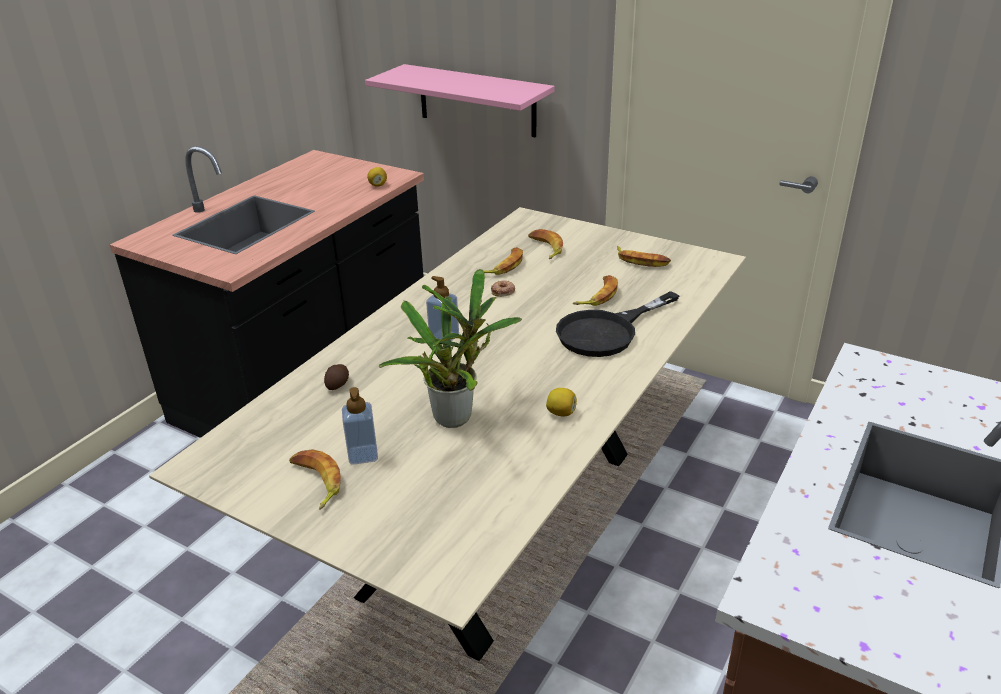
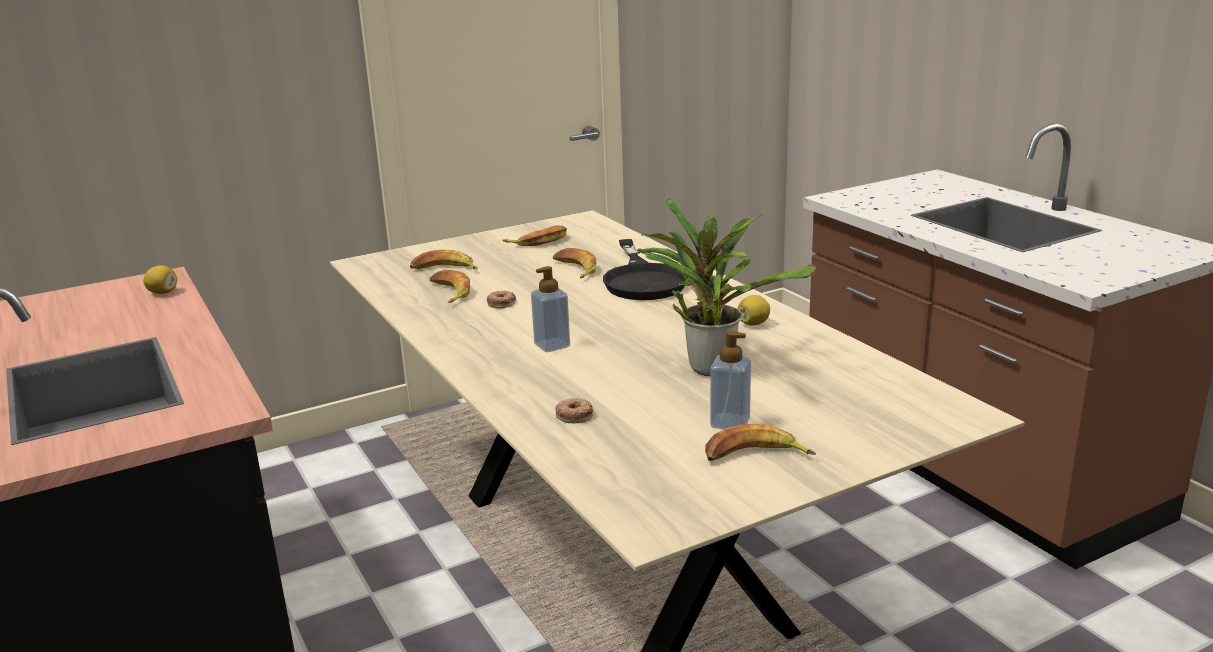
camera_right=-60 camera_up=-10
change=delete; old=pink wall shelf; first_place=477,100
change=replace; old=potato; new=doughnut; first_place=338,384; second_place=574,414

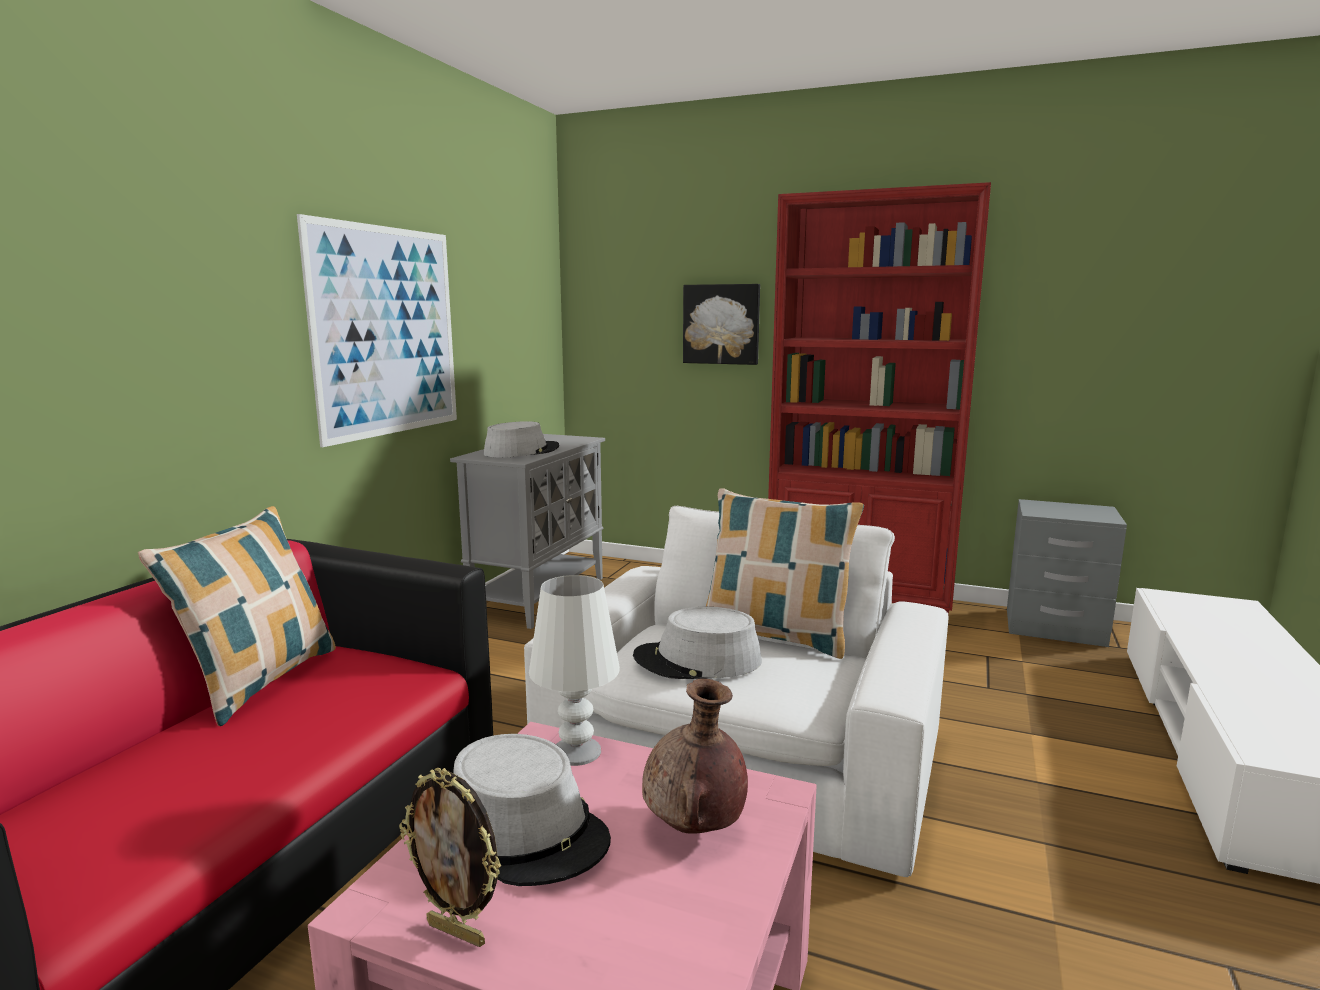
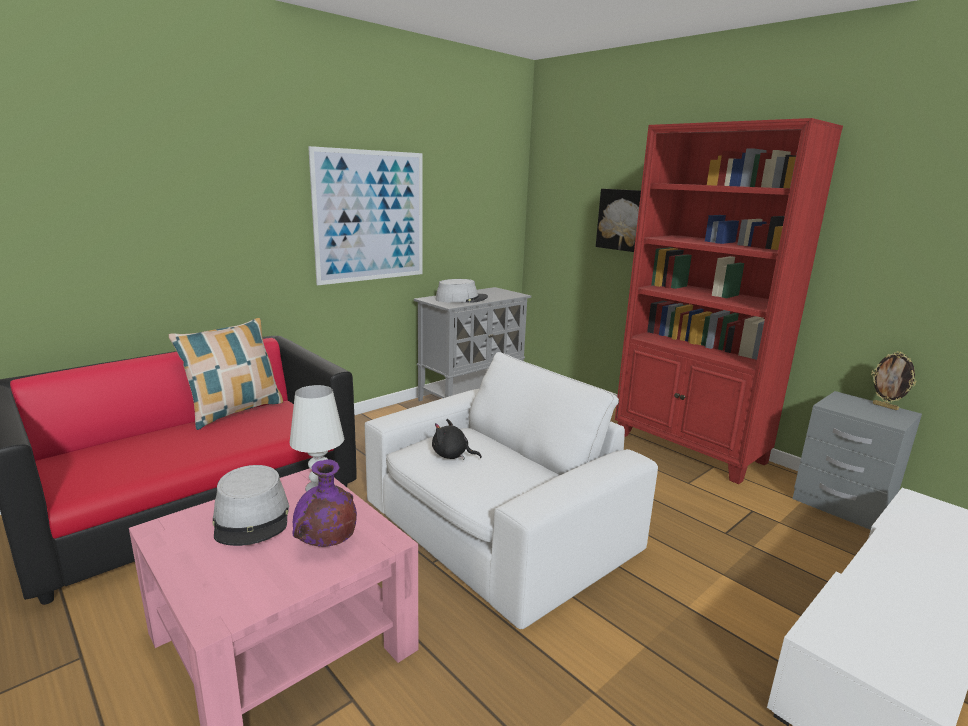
camera_right=25 camera_up=5
change=delete; old=throw pillow; first_place=775,637
change=move; old=picture frame; first_place=458,932; second_place=885,406
change=replace; old=grey clothing hat; new=blackish soft toy; first_place=697,660; second_place=452,455
change=recolor; old=brown-coloured vase; new=purple-coloured vase; first_place=694,828; second_place=325,544

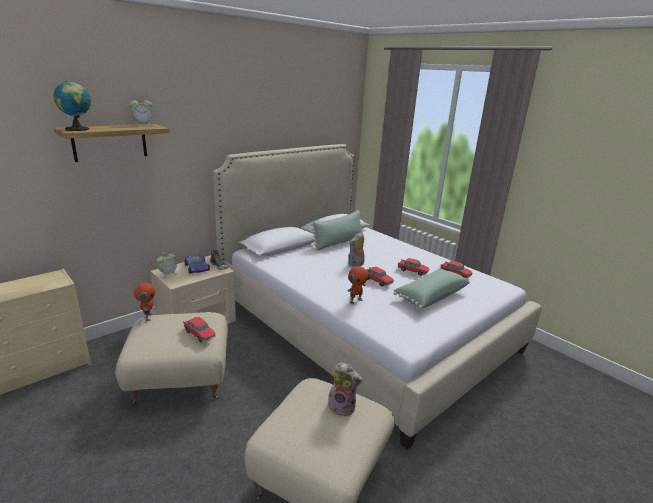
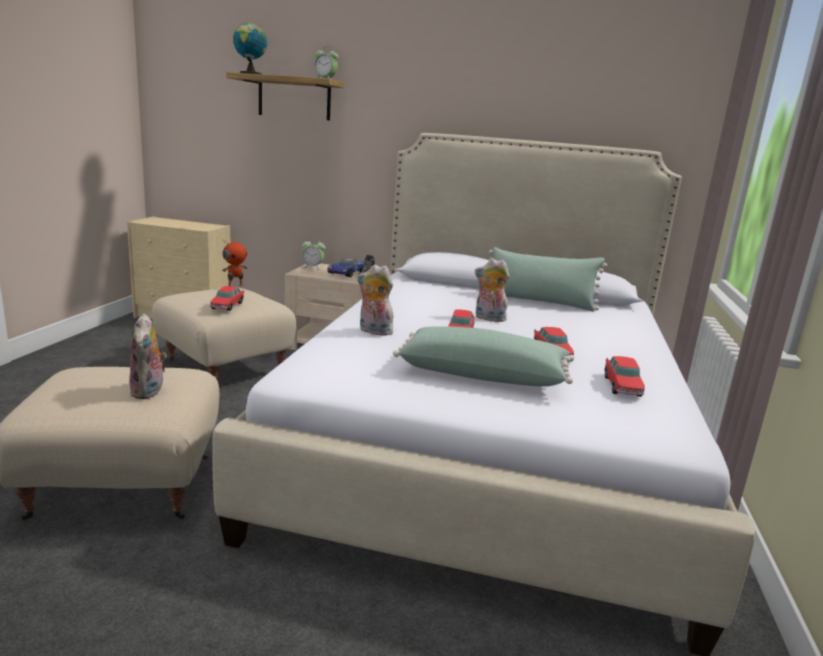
camera_right=55 camera_up=-5
change=replace; old=model robot; new=soft toy; first_place=355,300; second_place=373,331

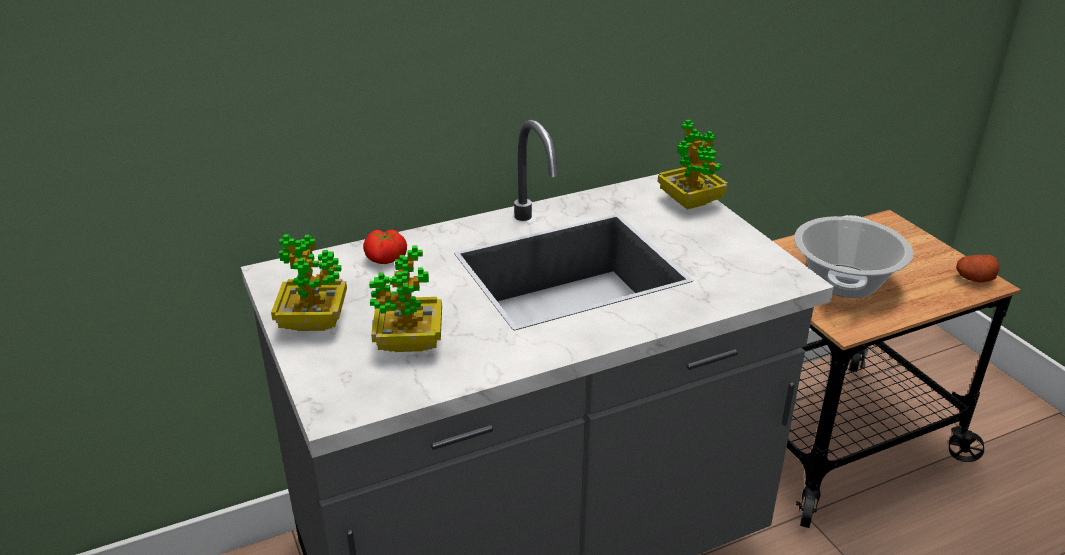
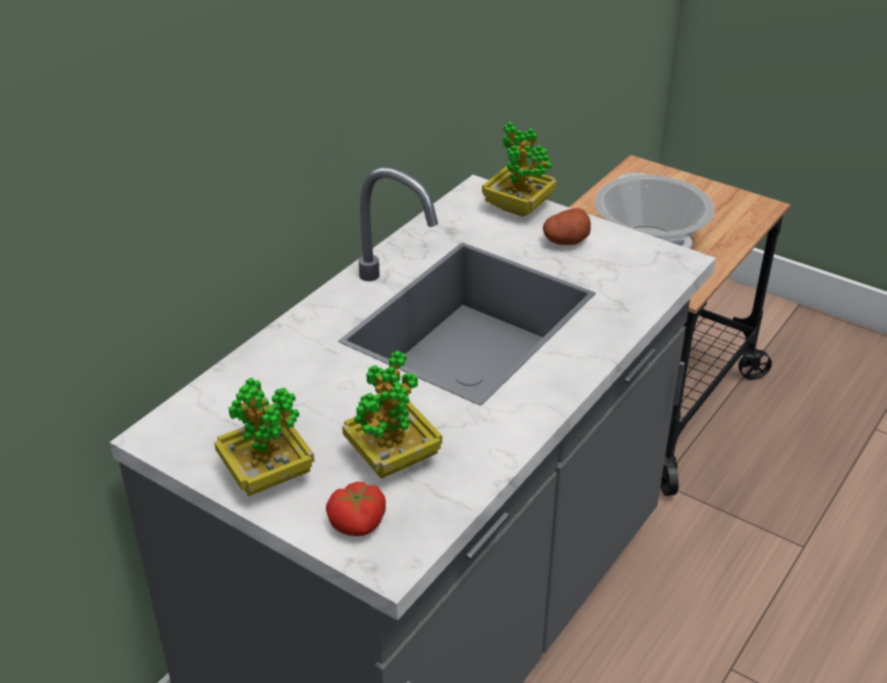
camera_right=-30 camera_up=5
change=move; old=fresh tomato; first_place=386,259; second_place=358,523
change=move; old=potato; first_place=974,279; second_place=566,241

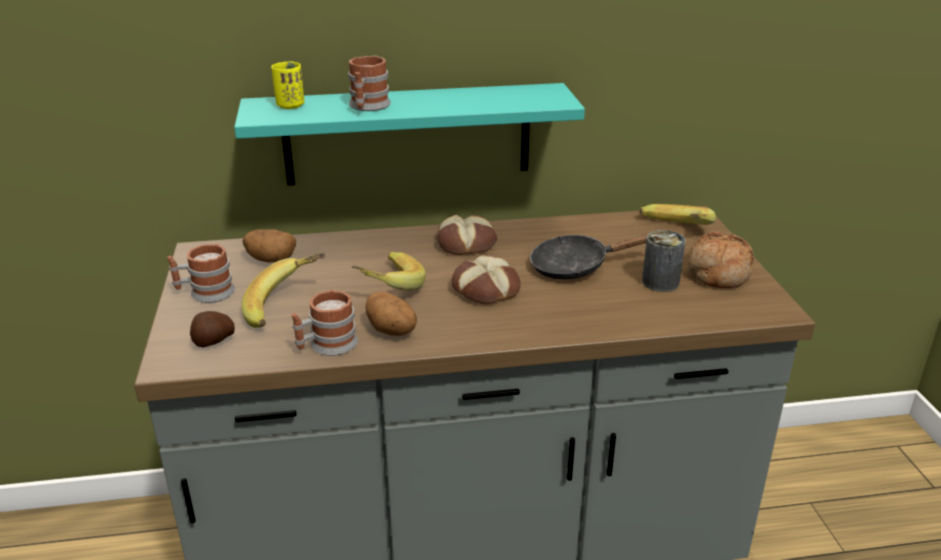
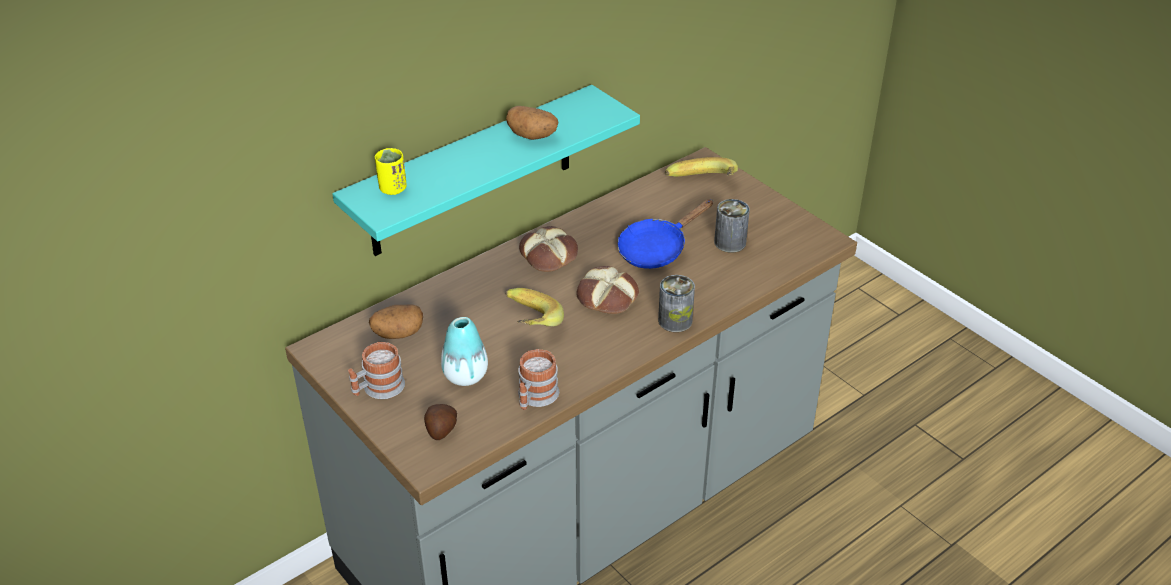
camera_right=-30 camera_up=10
change=delete; old=coffee mug; first_place=367,107
change=delete; old=bakery bread; first_place=716,272
change=insert; new=sealed can; second_place=675,320
change=move; old=potato; first_place=392,331; second_place=533,136
change=replace; old=banana fruit; new=vase; first_place=287,307; second_place=465,375
change=recolor; old=blackish frying pan; new=blue frying pan; first_place=576,266; second_place=657,249

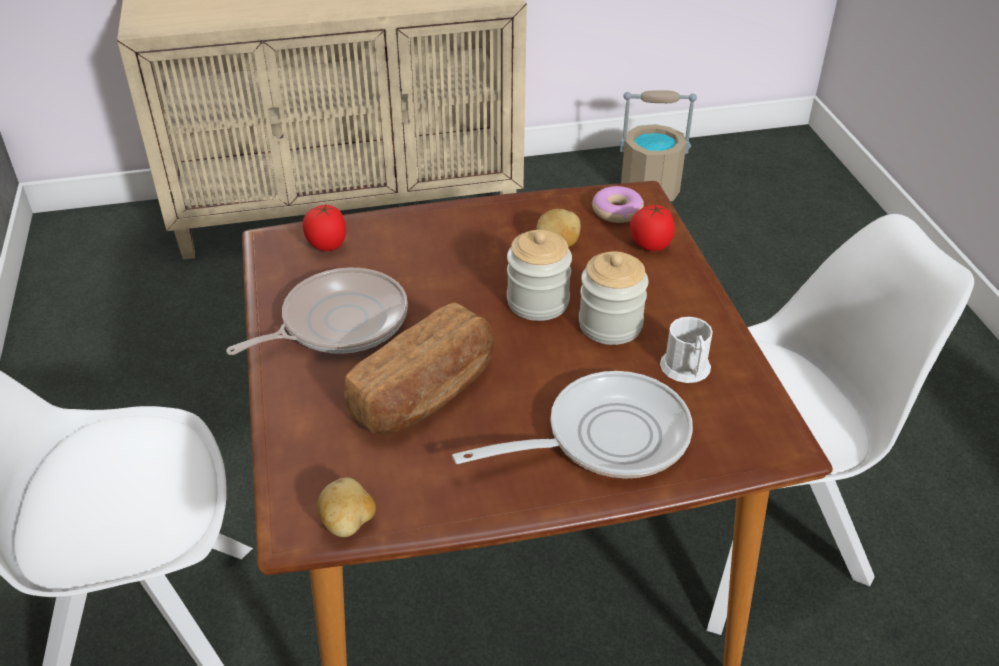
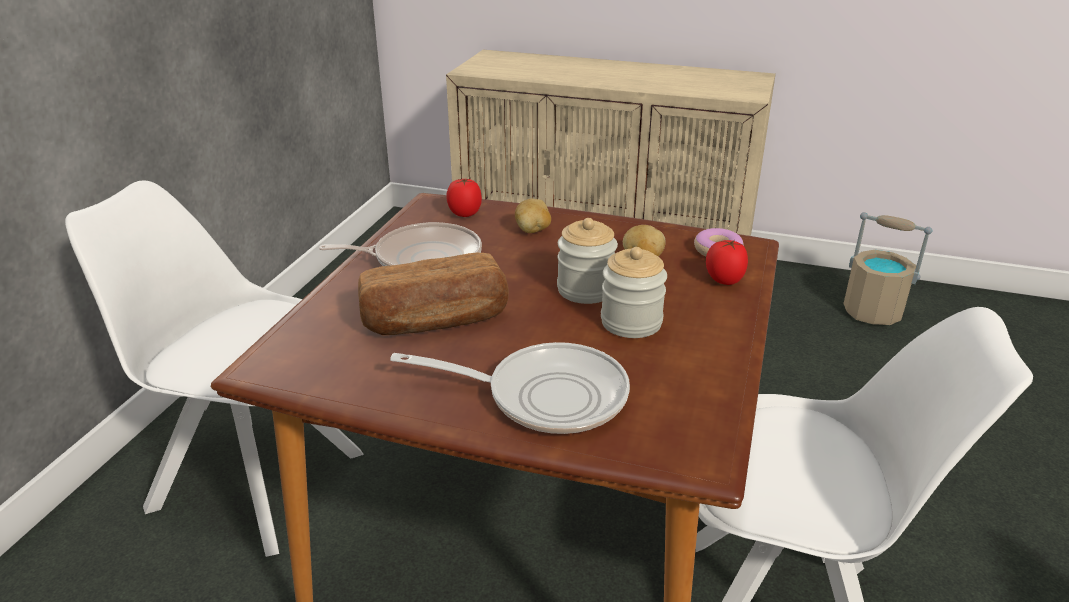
camera_right=30 camera_up=-10
change=delete; old=whitish coffee mug; first_place=687,371
change=move; old=potato; first_place=348,524; second_place=533,230

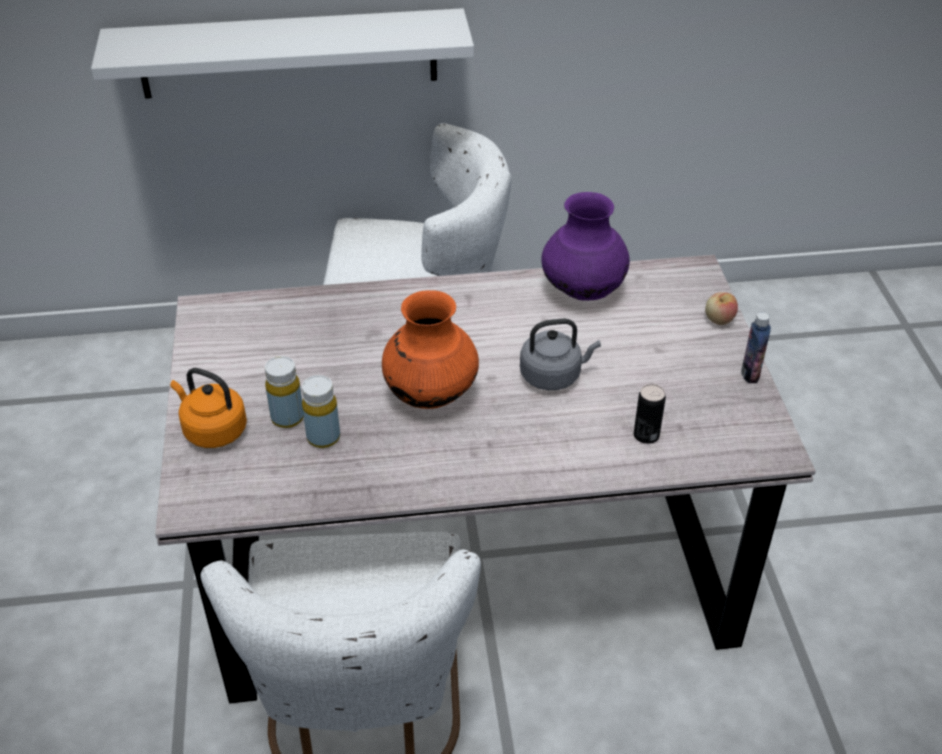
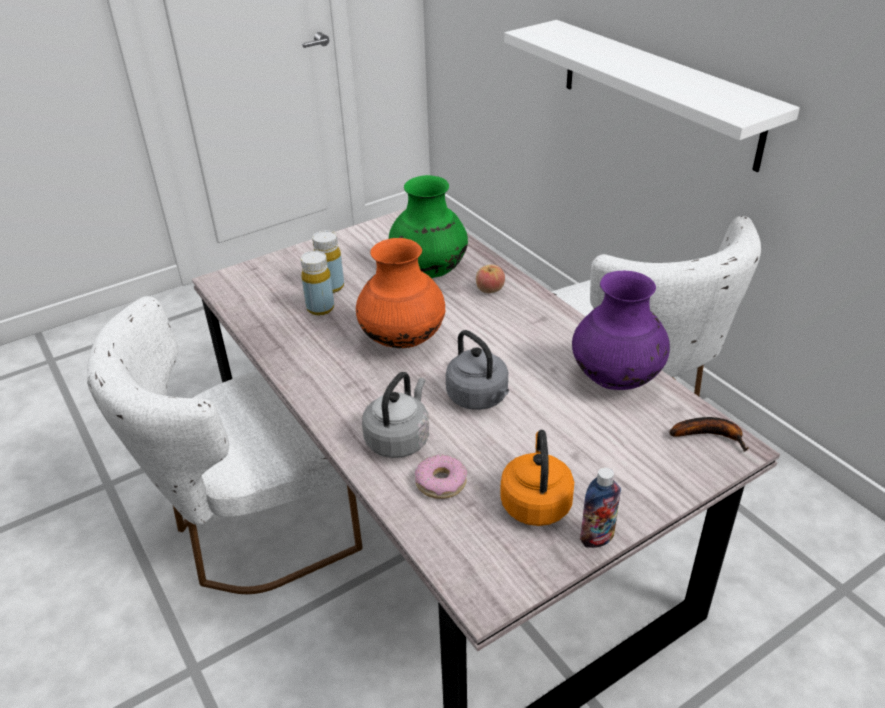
camera_right=65 camera_up=-5
change=insert; new=grey kettle; second_place=399,439
change=insert; new=green-coloured vase; second_place=429,271
change=insert; new=banana fruit; second_place=710,435
change=move; old=orangey kettle; first_place=212,430; second_place=535,502
change=move; old=apple; first_place=719,320; second_place=489,290
change=replace; old=sealed can; new=doughnut; first_place=646,435; second_place=441,483

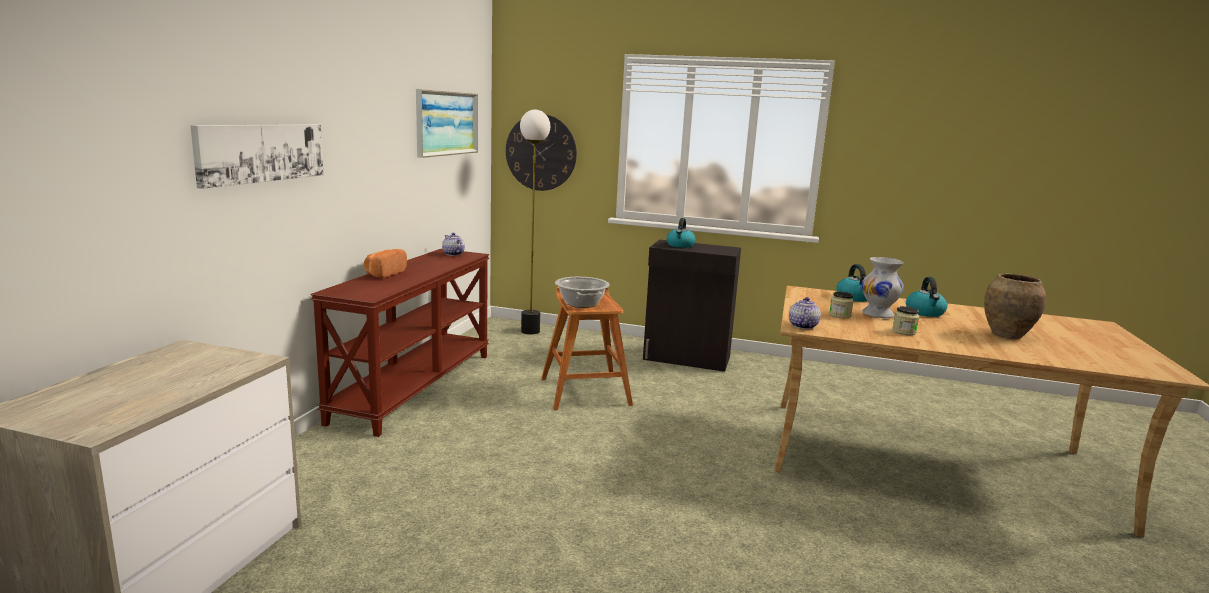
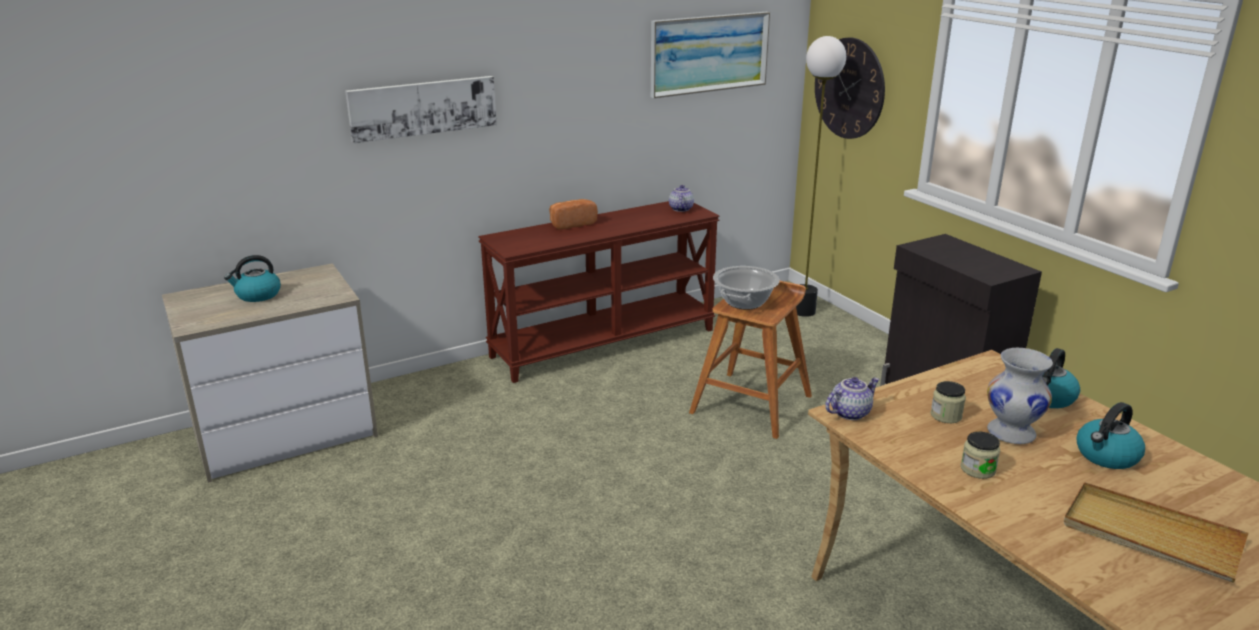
camera_right=45 camera_up=10
change=move; old=kettle; first_place=680,245; second_place=257,295
change=replace; old=brown-coloured vase; new=sand-coloured tray; first_place=1006,335; second_place=1150,536

